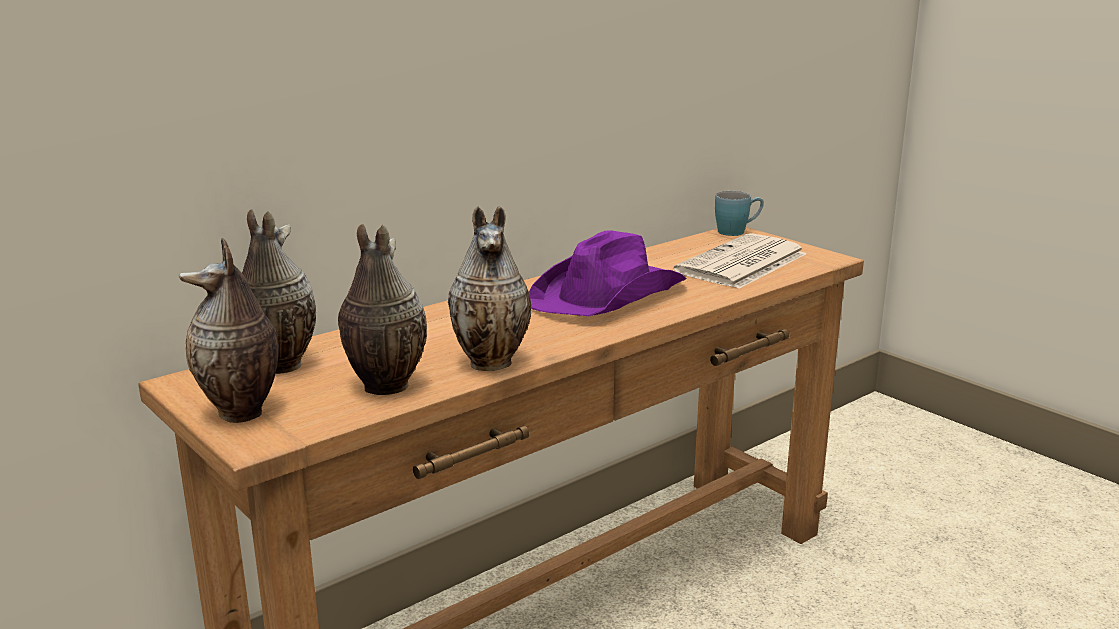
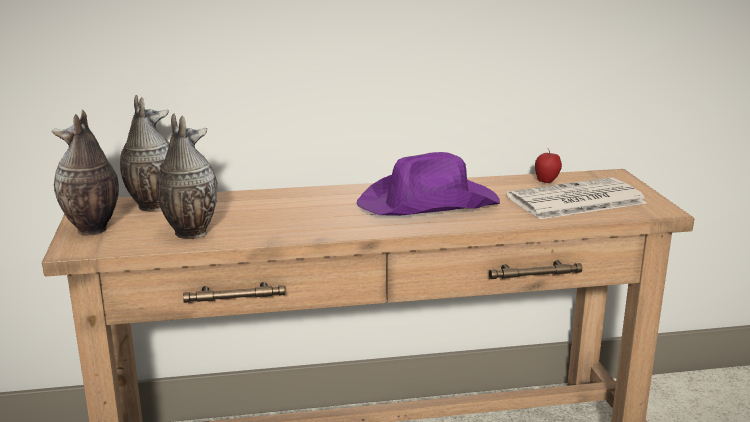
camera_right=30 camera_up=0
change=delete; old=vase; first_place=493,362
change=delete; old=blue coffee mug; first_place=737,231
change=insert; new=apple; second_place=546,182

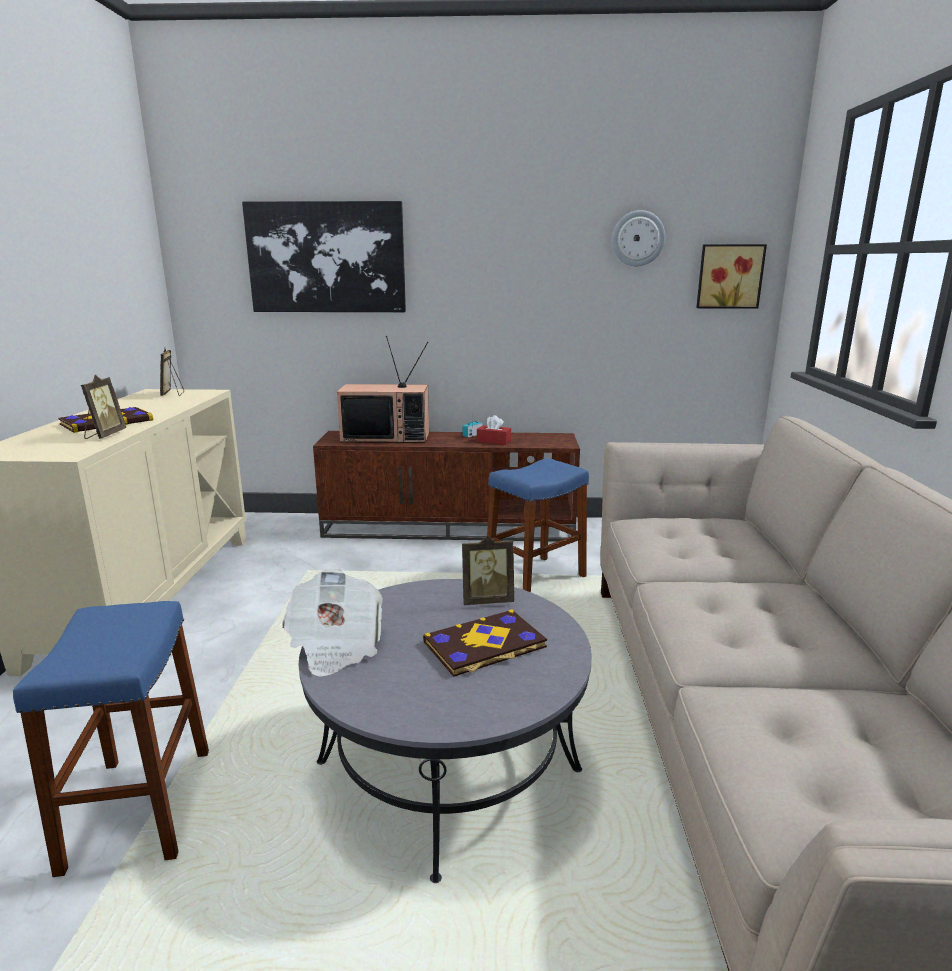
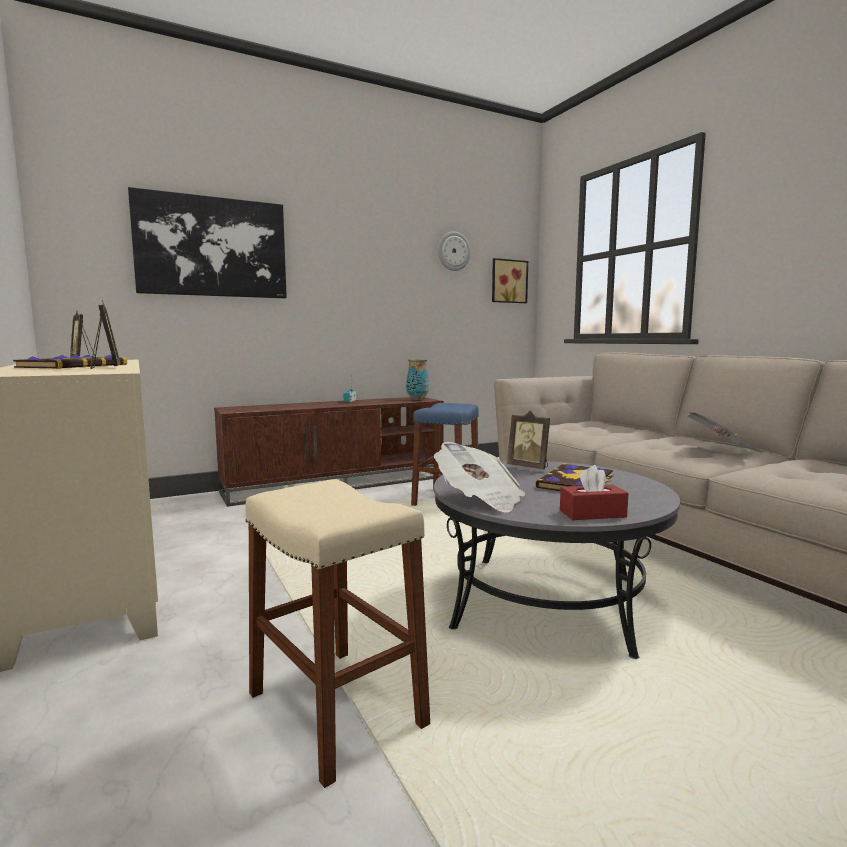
camera_right=-30 camera_up=-10
change=delete; old=television; first_place=387,436
change=insert; new=vase; second_place=417,399
change=insert; new=daily paper; second_place=723,450
change=move; old=red tissue holder; first_place=493,441; second_place=592,514
change=recolor; old=blue sitting stool; new=sand-coloured sitting stool; first_place=139,808; second_place=335,709
change=rotate; old=picture frame; first_place=487,600; second_place=529,467; degrees=75

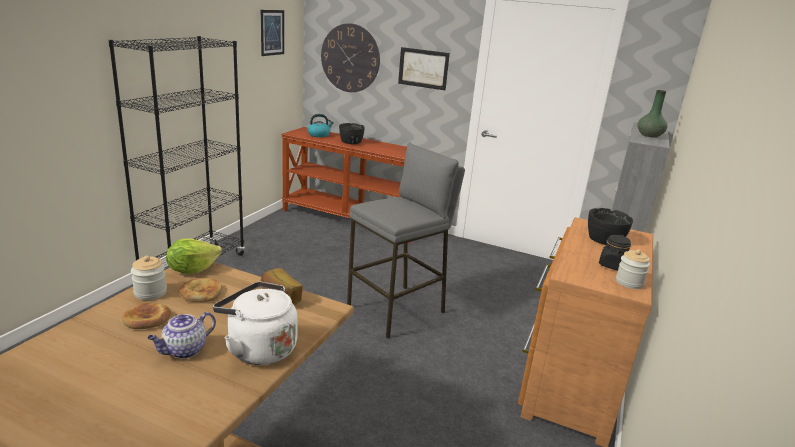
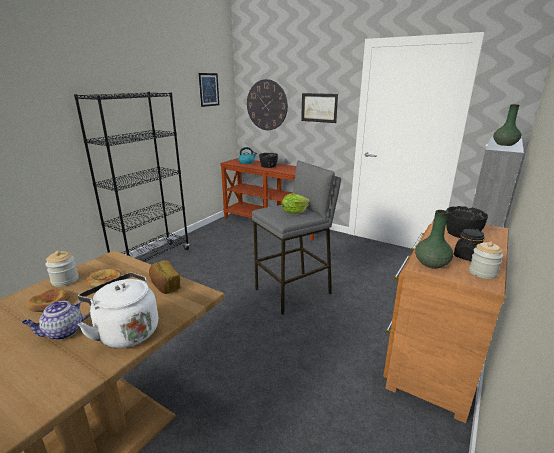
camera_right=10 camera_up=0
change=insert; new=green-coloured vase; second_place=431,264
change=move; old=head of lettuce; first_place=192,270; second_place=294,212

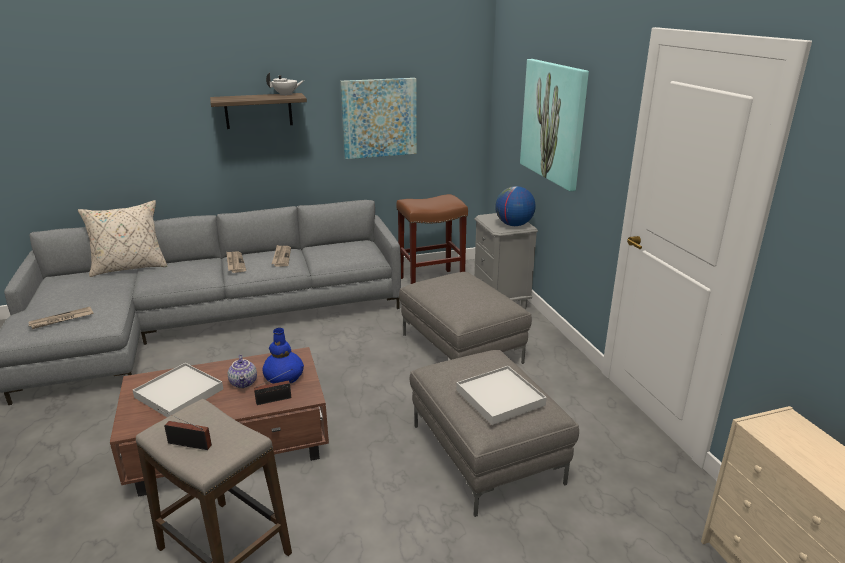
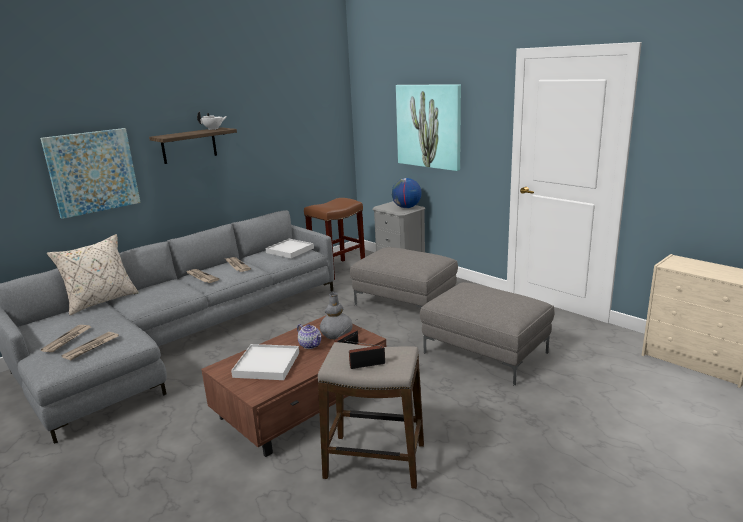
camera_right=-25 camera_up=-5
change=insert; new=daily paper; second_place=67,339
change=move; old=wall picture; first_place=379,118; second_place=92,172
change=move; old=whitish tray; first_place=500,397; second_place=290,250
change=recolor; old=blue vase; new=grey vase; first_place=284,377; second_place=336,334

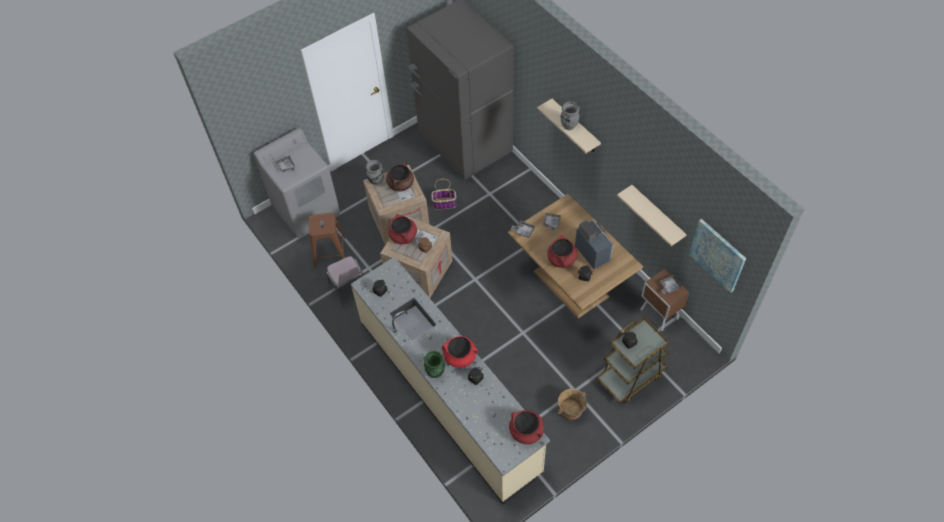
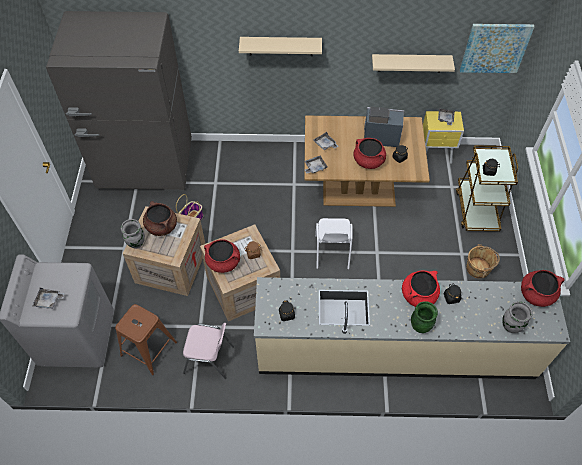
camera_right=-55 camera_up=0
change=insert; new=whitish upright chair; second_place=332,252
change=move; old=grey vase; first_place=569,126; second_place=510,326
change=recolor; old=brown-coloured bedside table; new=yellowish bedside table; first_place=659,315; second_place=436,155

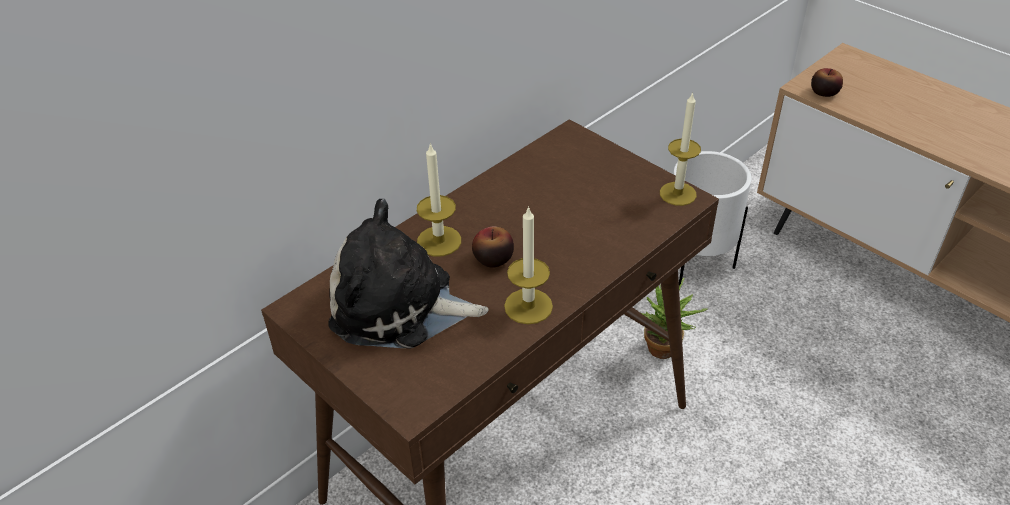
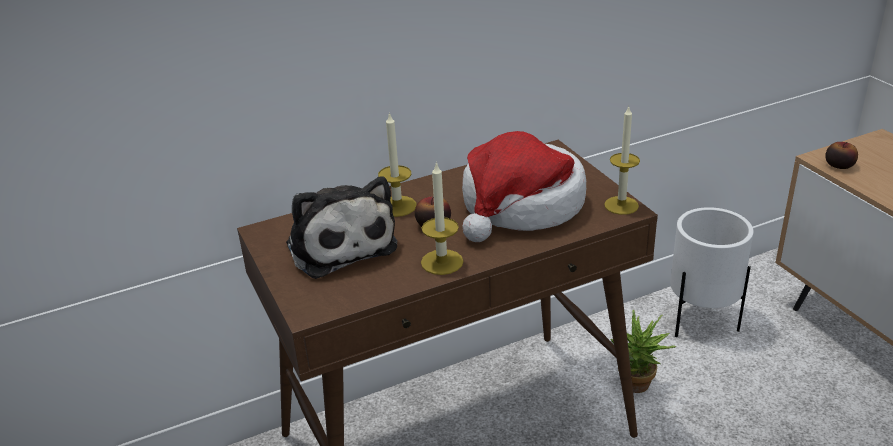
camera_right=20 camera_up=-10
change=insert; new=clothing hat; second_place=521,206
change=rotate; old=soft toy; first_place=399,307; second_place=340,244; degrees=-150

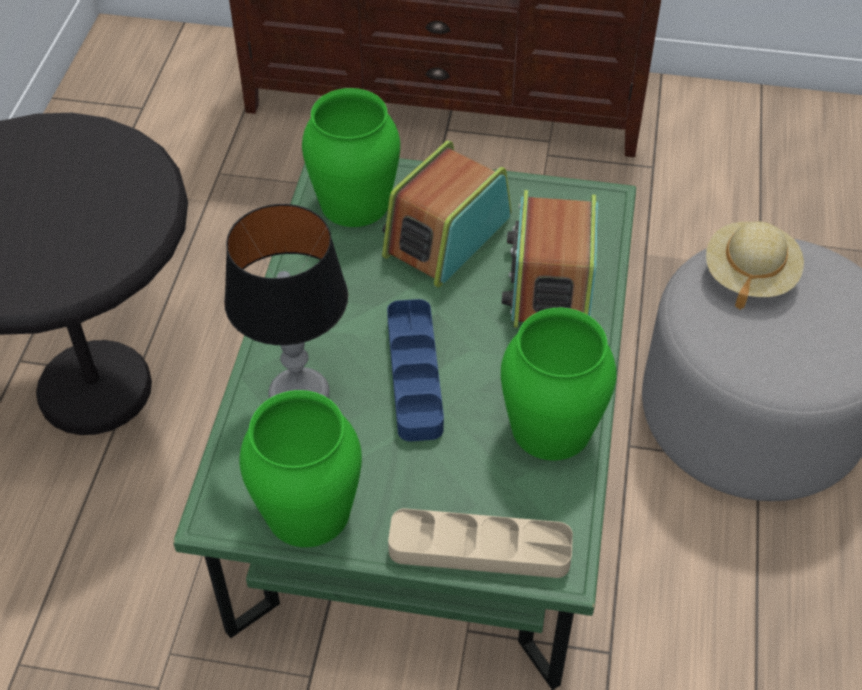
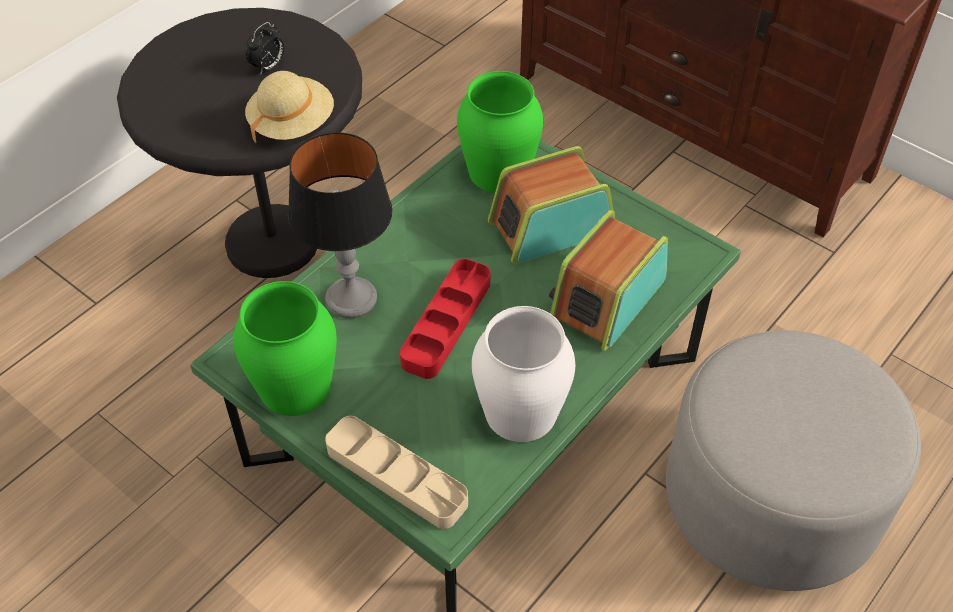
camera_right=30 camera_up=0
change=insert; new=alarm clock; second_place=268,67
change=move; old=sand-coloured clothing hat; first_place=749,275; second_place=292,124
change=recolor; old=blue tray; new=red tray; first_place=414,374; second_place=446,322
change=recolor; old=green-coloured vase; new=whitish vase; first_place=551,428; second_place=520,412

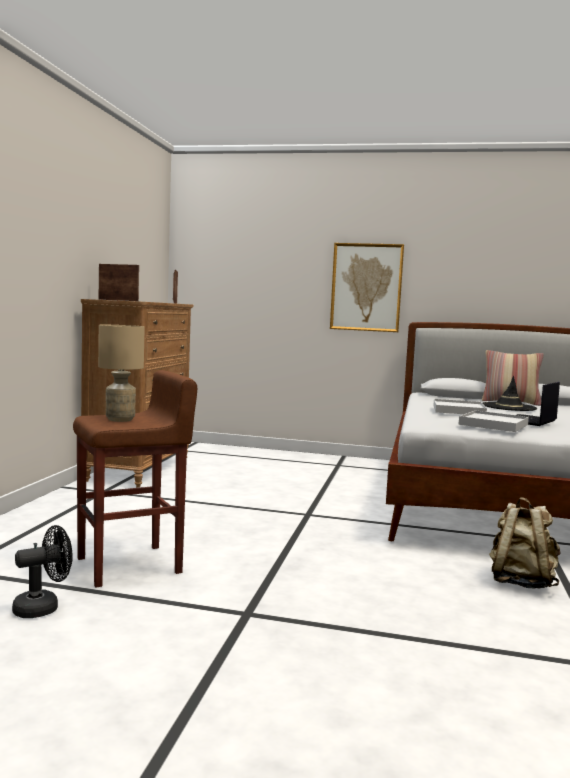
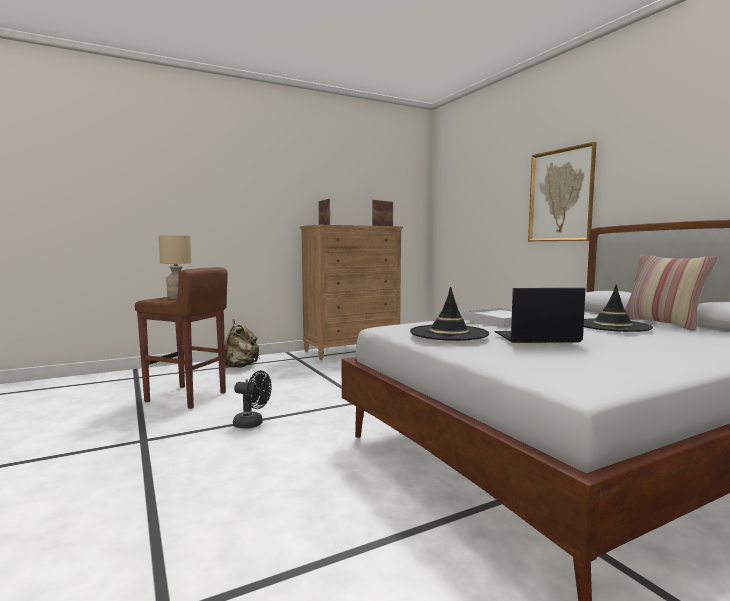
camera_right=50 camera_up=0
change=move; old=blackish electric fan; first_place=43,607; second_place=252,424
change=move; old=sand-coloured rucksack; first_place=521,582; second_place=240,366
change=replace; old=whitish tray; new=blackish clothing hat; first_place=493,424; second_place=449,333

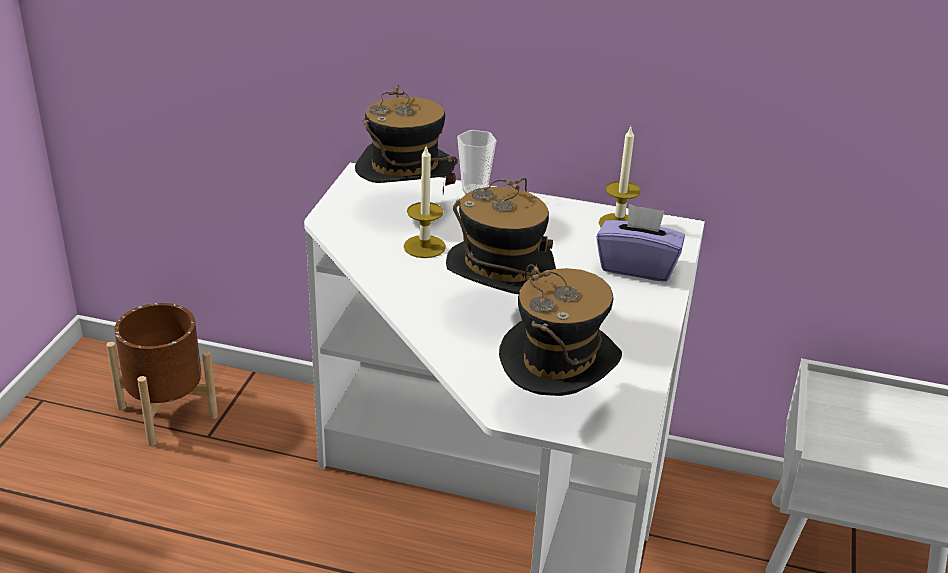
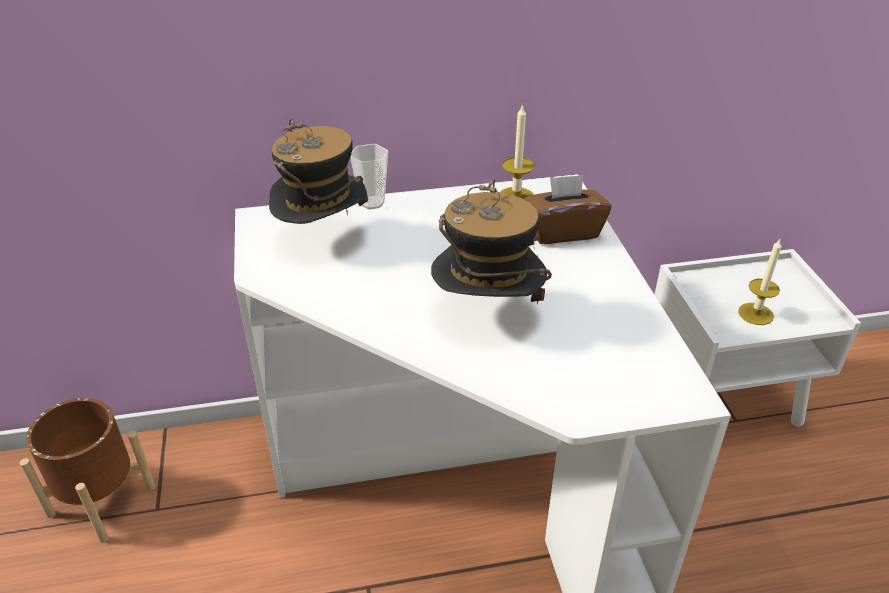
camera_right=-25 camera_up=5
change=delete; old=clothing hat; first_place=555,406
change=move; old=candle; first_place=424,246; second_place=755,314
change=recolor; old=purple-coloured tissue holder; new=brown-coloured tissue holder; first_place=637,266; second_place=563,231

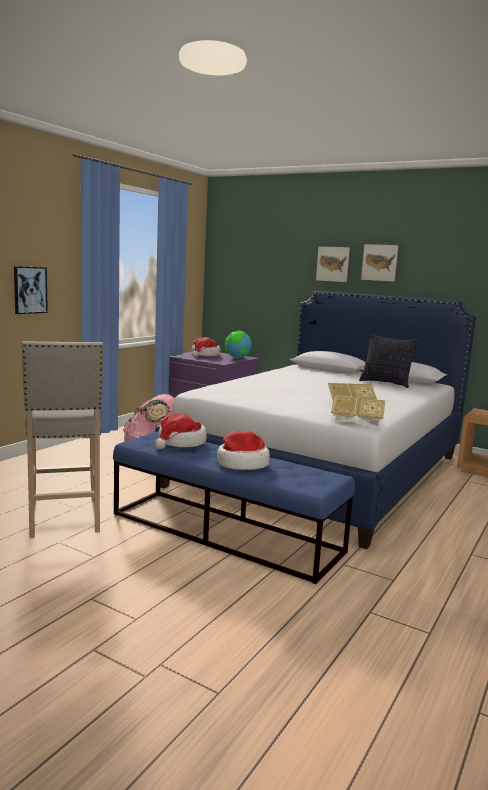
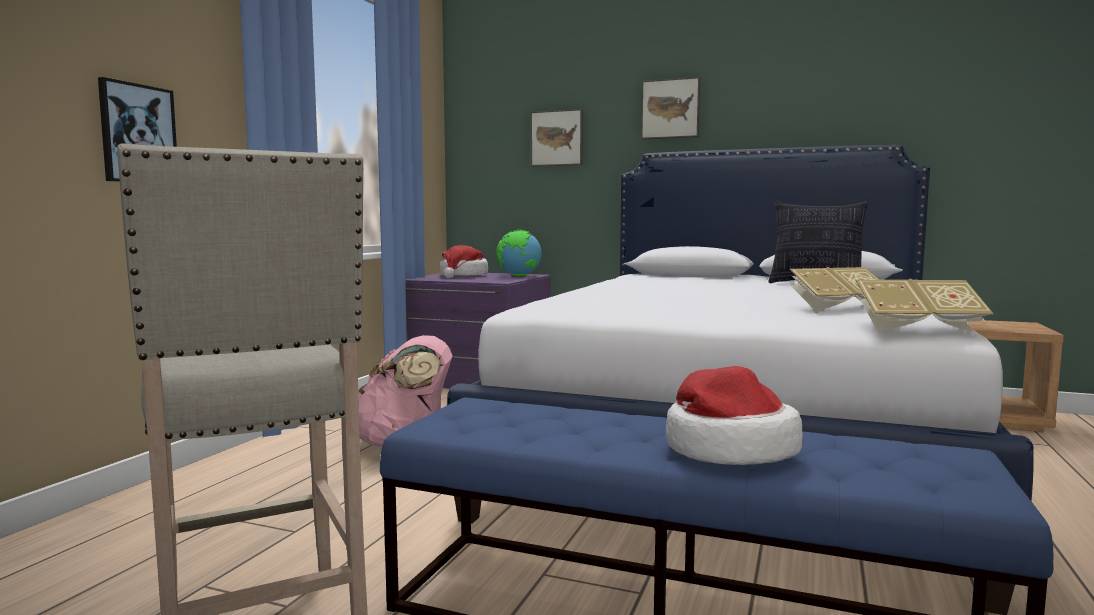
camera_right=-10 camera_up=-5
change=delete; old=clothing hat; first_place=180,443
change=move; old=wall picture; first_place=380,262; second_place=557,138

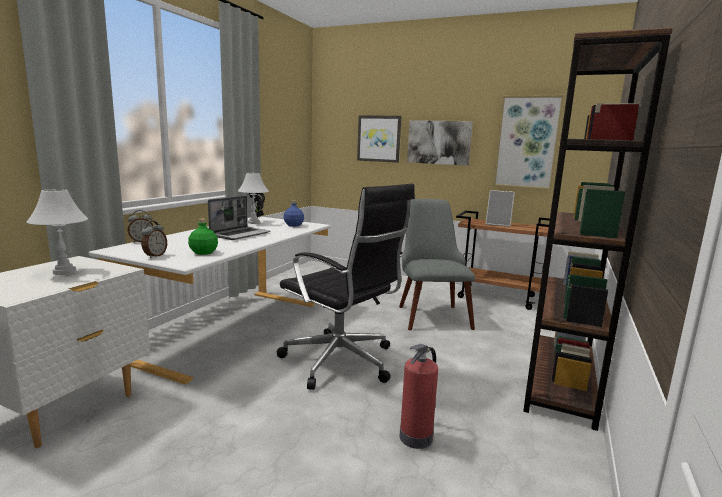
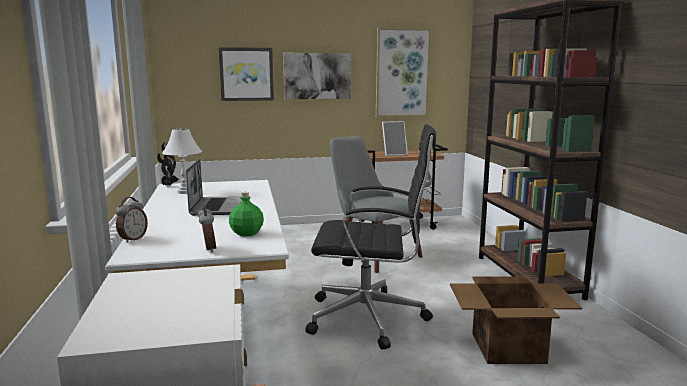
camera_right=-35 camera_up=0
change=delete; old=whitish tabletop lamp; first_place=64,272
change=delete; old=blue drink bottle; first_place=293,225
change=replace; old=fire-fighting cylinder; new=carton; first_place=417,436; second_place=509,348

